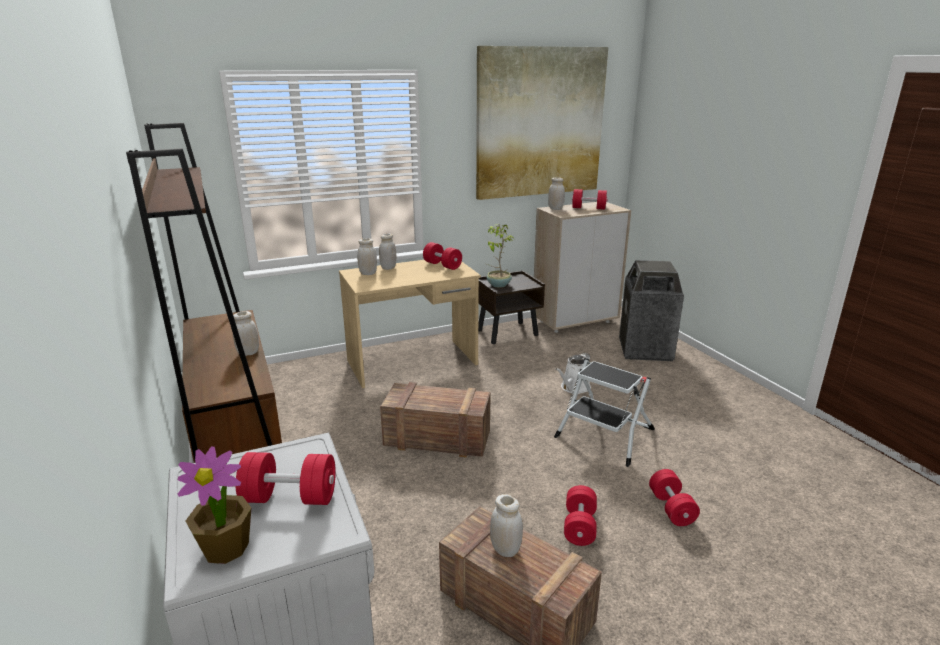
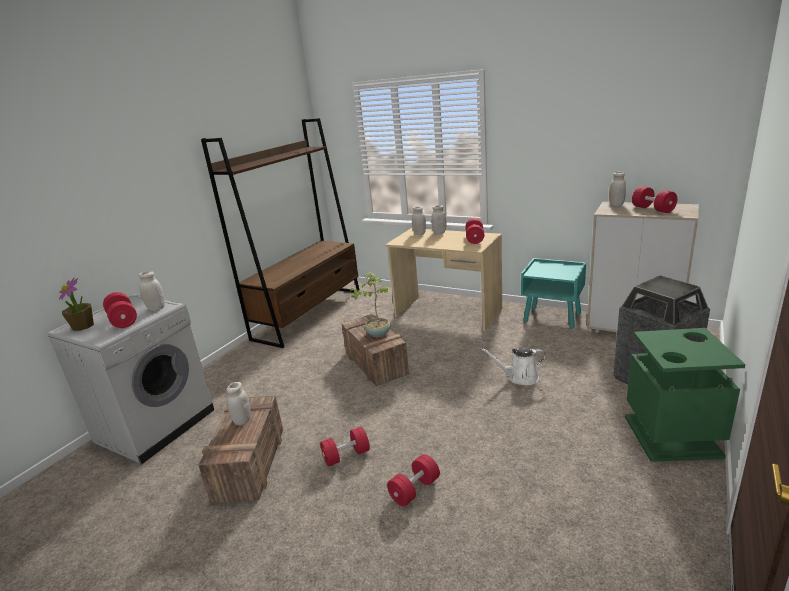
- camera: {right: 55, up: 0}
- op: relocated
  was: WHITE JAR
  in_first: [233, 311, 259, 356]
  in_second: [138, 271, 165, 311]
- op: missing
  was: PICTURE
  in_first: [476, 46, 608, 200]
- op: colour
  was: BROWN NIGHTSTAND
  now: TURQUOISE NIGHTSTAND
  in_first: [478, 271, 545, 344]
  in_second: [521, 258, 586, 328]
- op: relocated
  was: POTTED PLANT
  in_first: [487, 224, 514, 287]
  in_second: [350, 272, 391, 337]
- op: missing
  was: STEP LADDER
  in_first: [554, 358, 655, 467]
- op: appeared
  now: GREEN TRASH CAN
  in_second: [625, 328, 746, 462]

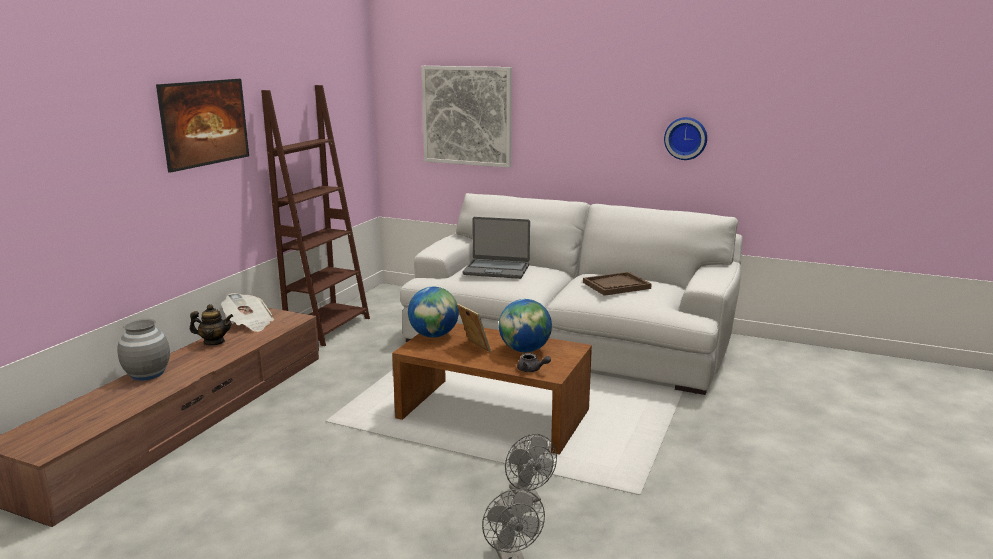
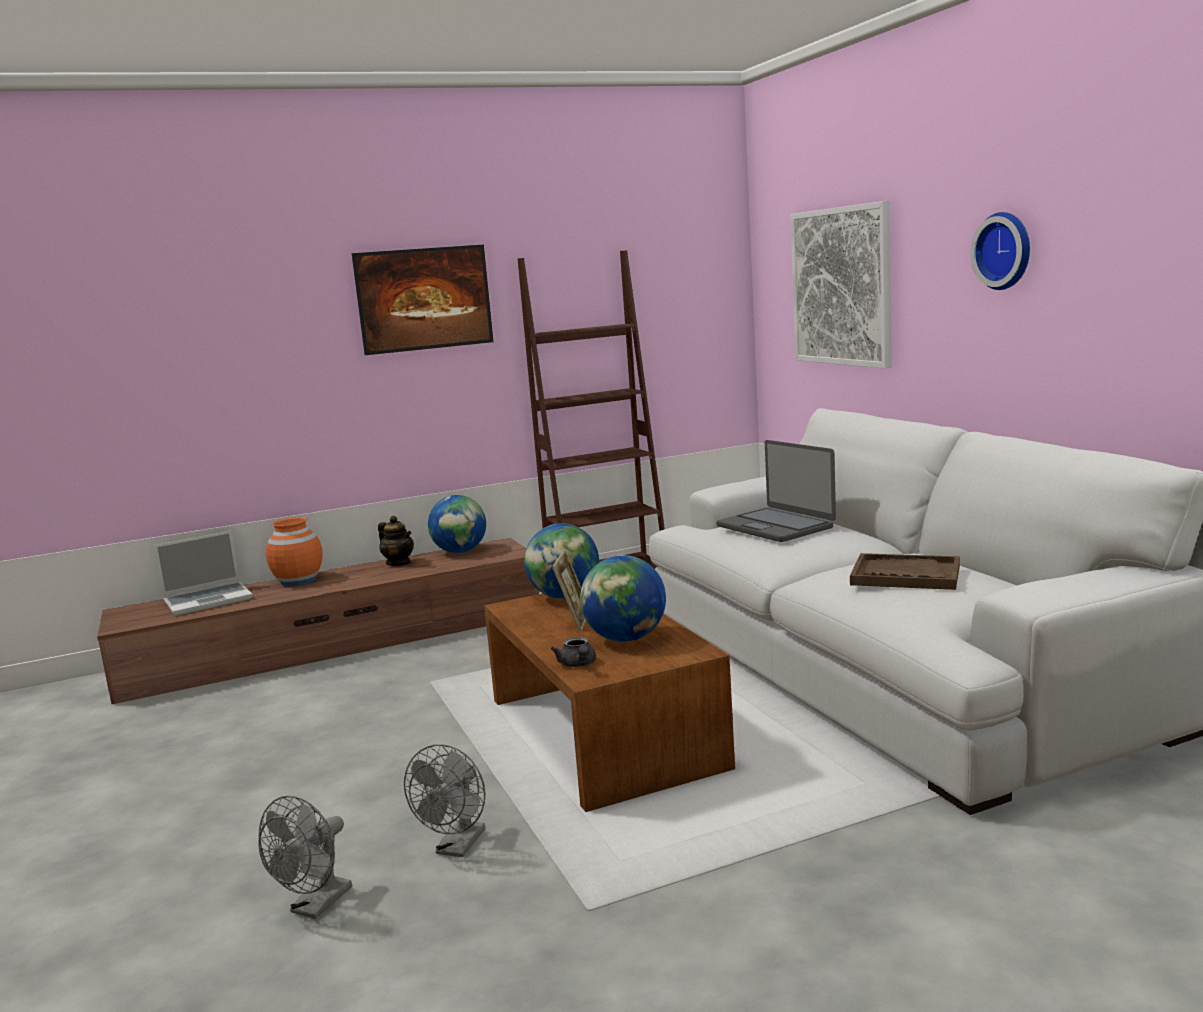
- camera: {right: 45, up: -5}
- op: colour
  was: GREY VASE
  now: ORANGE VASE
  in_first: [117, 319, 170, 381]
  in_second: [266, 517, 322, 586]
- op: exchanged
  was: NEWSPAPER
  now: GLOBE
  in_first: [221, 293, 274, 332]
  in_second: [428, 495, 486, 553]
- op: relocated
  was: WALL CLOCK
  in_first: [664, 117, 707, 160]
  in_second: [970, 212, 1030, 290]
- op: appeared
  now: LAPTOP
  in_second: [154, 531, 253, 616]

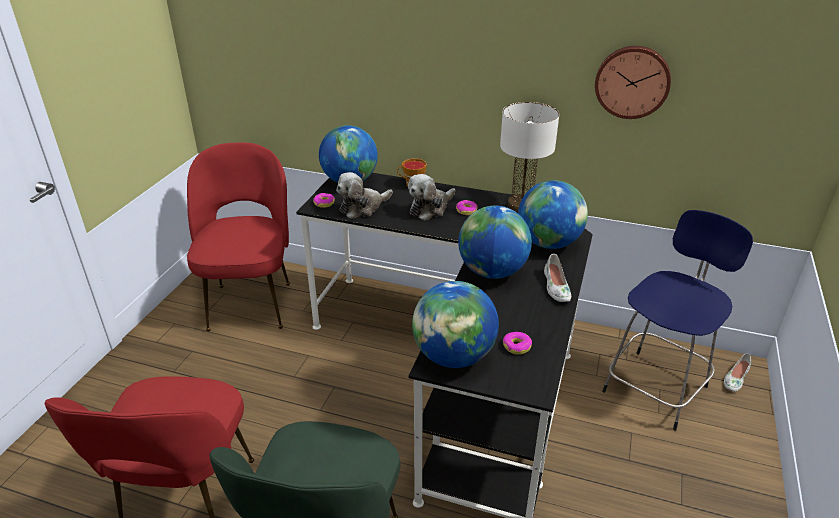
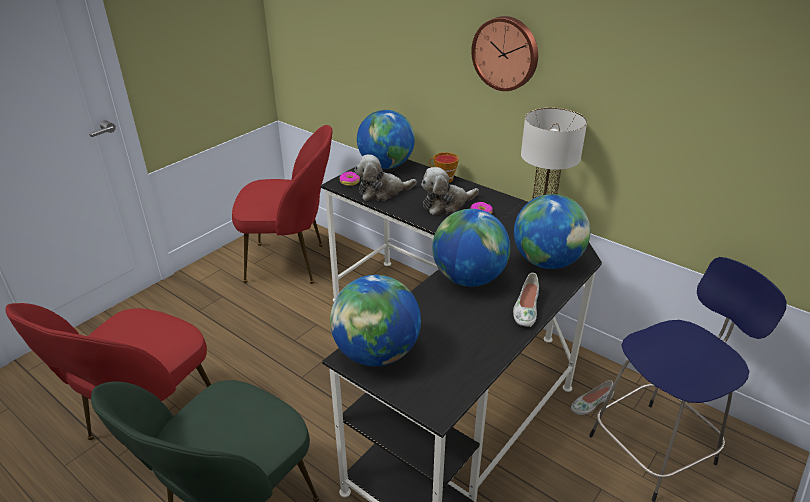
- camera: {right: 20, up: 0}
- op: spun
  was: RED CHAIR
  in_first: [187, 143, 290, 332]
  in_second: [232, 125, 333, 284]
  clockwise: 75
- op: missing
  was: DONUT
  in_first: [503, 332, 532, 355]
- op: relocated
  was: WALL CLOCK
  in_first: [595, 46, 671, 119]
  in_second: [471, 16, 538, 91]
- op: relocated
  was: WHITE SHOE
  in_first: [724, 353, 751, 392]
  in_second: [571, 380, 614, 415]

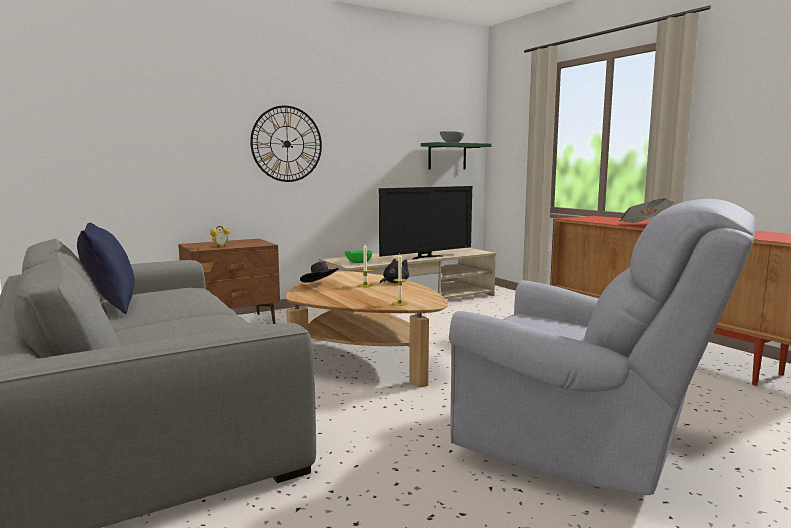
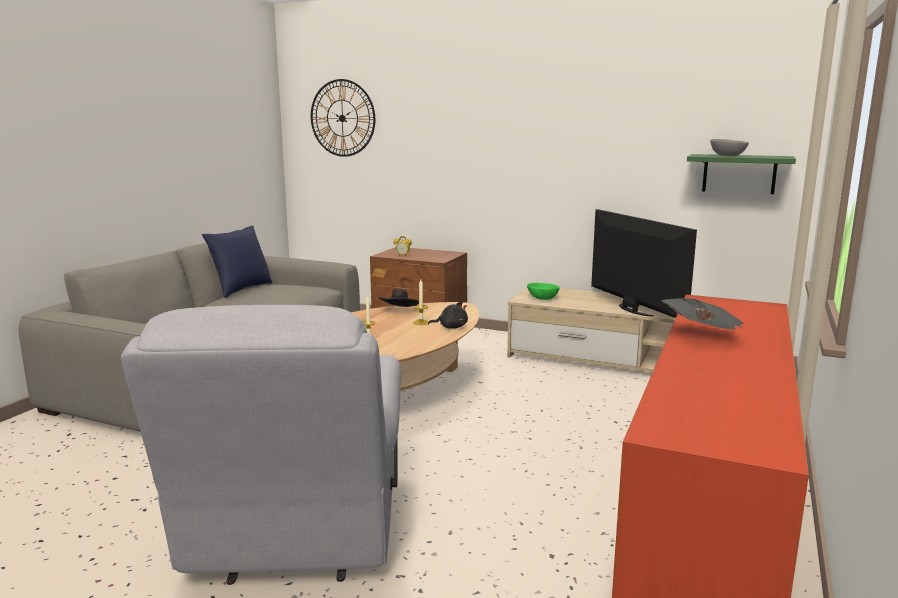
- camera: {right: 55, up: 5}
- op: relocated
  was: WALL CLOCK
  in_first: [250, 106, 322, 182]
  in_second: [311, 79, 375, 157]
- op: spun
  was: TELEVISION
  in_first: [379, 186, 472, 260]
  in_second: [591, 209, 697, 318]
  clockwise: -135

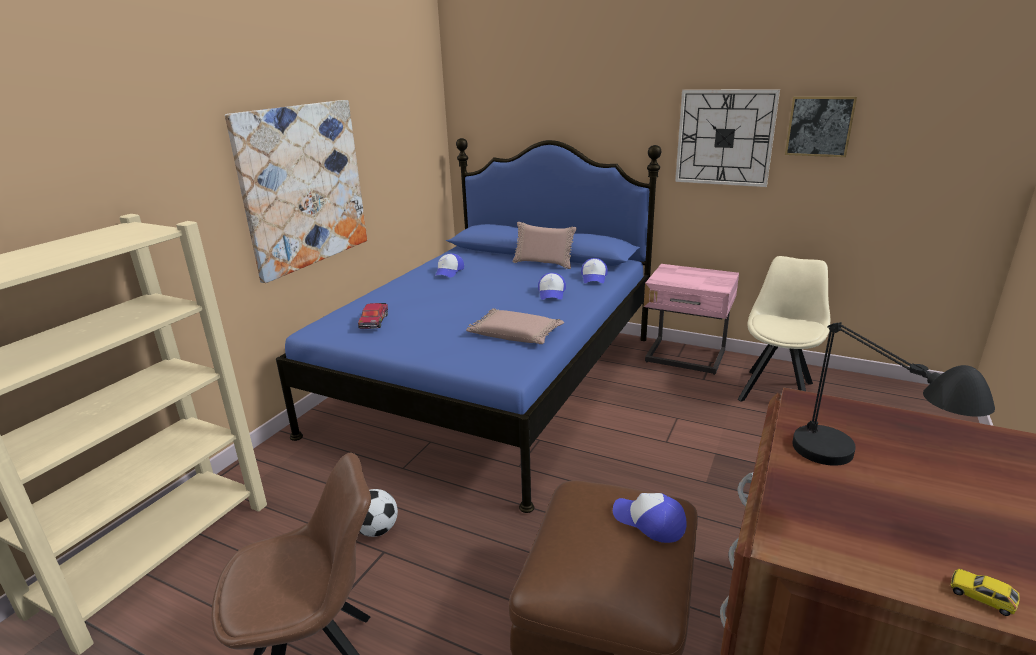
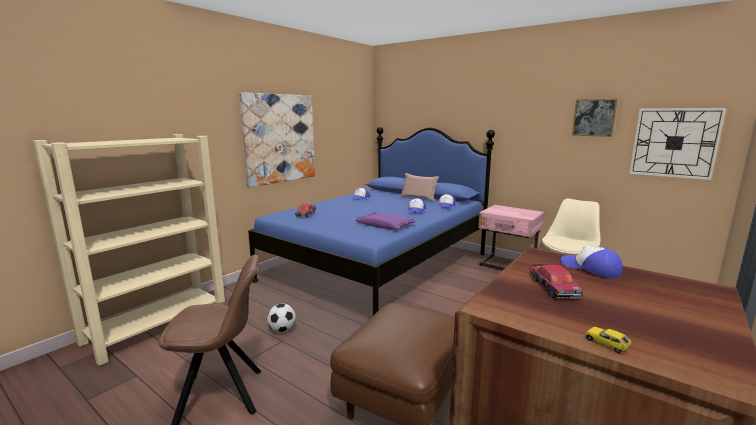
- camera: {right: 10, up: -10}
- op: colour
  was: BEIGE PILLOW
  now: PURPLE PILLOW
  in_first: [466, 308, 564, 344]
  in_second: [355, 212, 415, 230]
- op: relocated
  was: CAP
  in_first: [613, 493, 687, 543]
  in_second: [561, 246, 623, 278]
- op: relocated
  was: WALL CLOCK
  in_first: [675, 90, 780, 187]
  in_second: [629, 108, 727, 180]
- op: exchanged
  was: BLACK TABLE LAMP
  now: TOY CAR
  in_first: [792, 322, 995, 466]
  in_second: [530, 264, 583, 299]

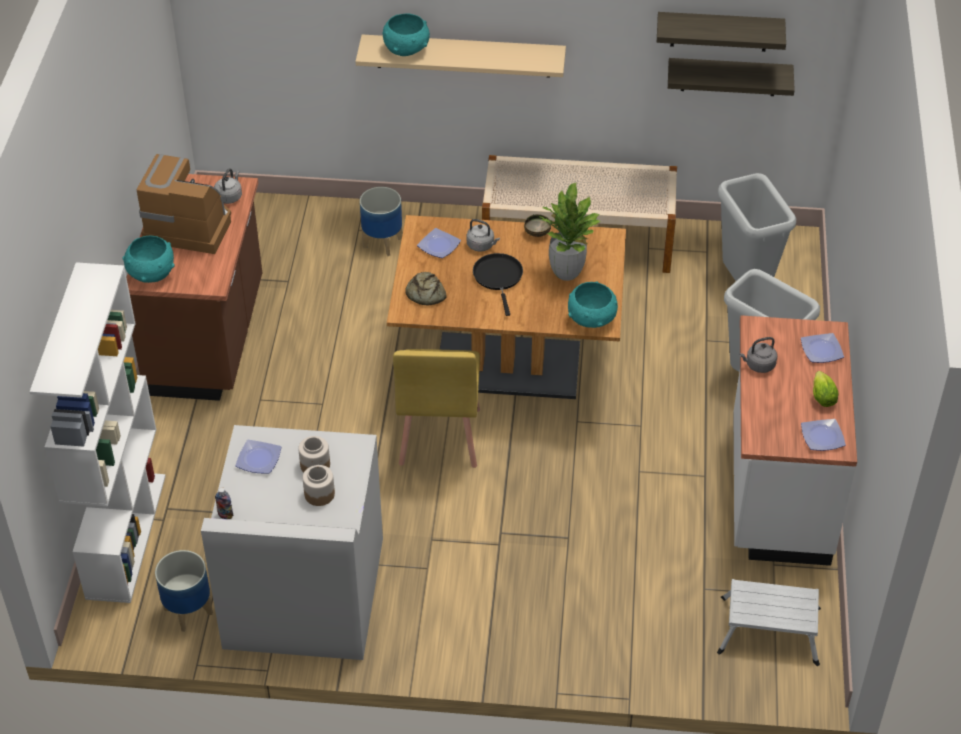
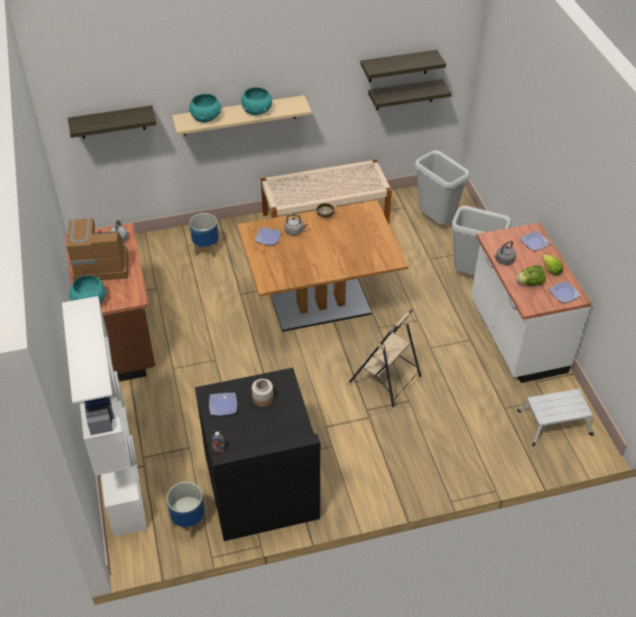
- camera: {right: -20, up: 0}
- op: colour
  was: WHITE WASHING MACHINE
  now: BLACK WASHING MACHINE
  in_first: [201, 425, 383, 660]
  in_second: [195, 368, 320, 541]
- op: missing
  was: JAR
  in_first: [303, 465, 335, 506]
- op: missing
  was: YELLOW CHAIR
  in_first: [393, 349, 480, 468]
- op: missing
  was: BREAD
  in_first: [405, 272, 447, 305]
- op: missing
  was: BLACK FRYING PAN
  in_first: [473, 253, 523, 316]
- op: missing
  was: POTTED PLANT
  in_first: [534, 182, 600, 281]
- op: relocated
  was: TURQUOISE BOWL
  in_first: [568, 281, 618, 328]
  in_second: [241, 87, 272, 115]
- op: appeared
  now: SHELF
  in_second: [68, 105, 157, 139]
- op: appeared
  now: BEIGE STEP LADDER
  in_second: [346, 309, 424, 412]
- op: appeared
  now: LETTUCE
  in_second: [516, 265, 546, 286]

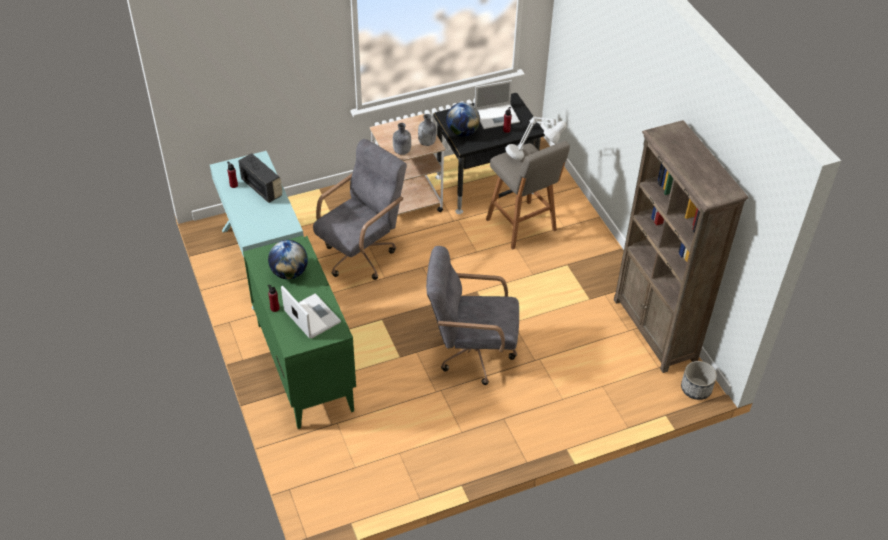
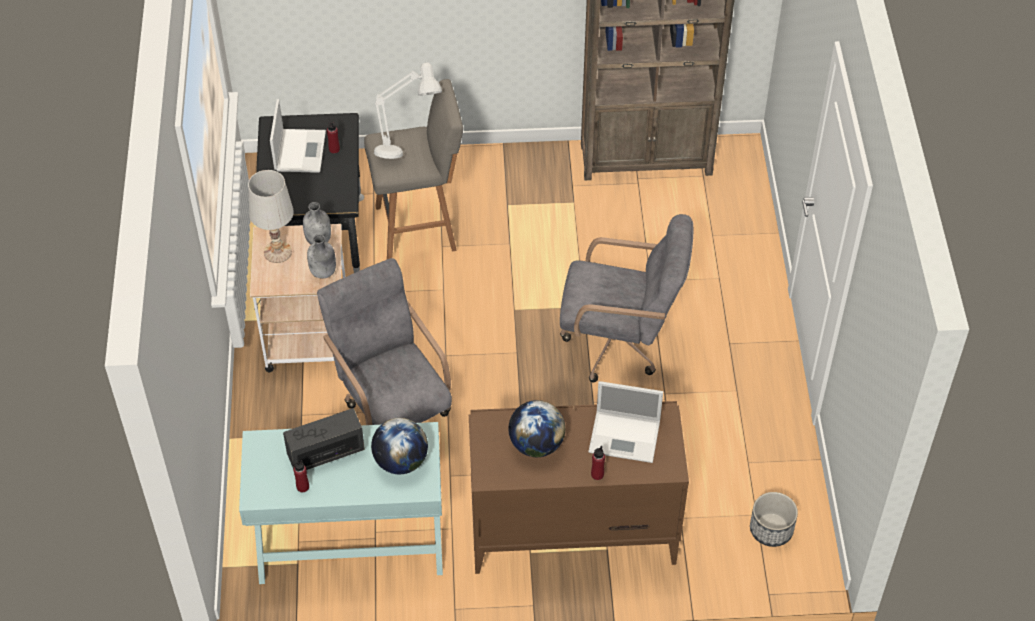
- camera: {right: -70, up: 5}
- op: colour
  was: GREEN CABINET
  now: BROWN CABINET
  in_first: [243, 236, 356, 429]
  in_second: [469, 401, 689, 574]
- op: spun
  was: LAPTOP
  in_first: [281, 286, 341, 339]
  in_second: [588, 381, 663, 463]
  clockwise: -150
- op: spun
  was: GREY OFFICE CHAIR
  in_first: [426, 246, 519, 385]
  in_second: [560, 214, 693, 382]
  clockwise: -105
- op: relocated
  was: GLOBE
  in_first: [446, 102, 480, 137]
  in_second: [371, 418, 428, 474]
- op: relocated
  was: PLANTER
  in_first: [681, 361, 717, 400]
  in_second: [750, 492, 798, 547]
- op: appeared
  now: WHITE TABLE LAMP
  in_second: [248, 170, 294, 263]

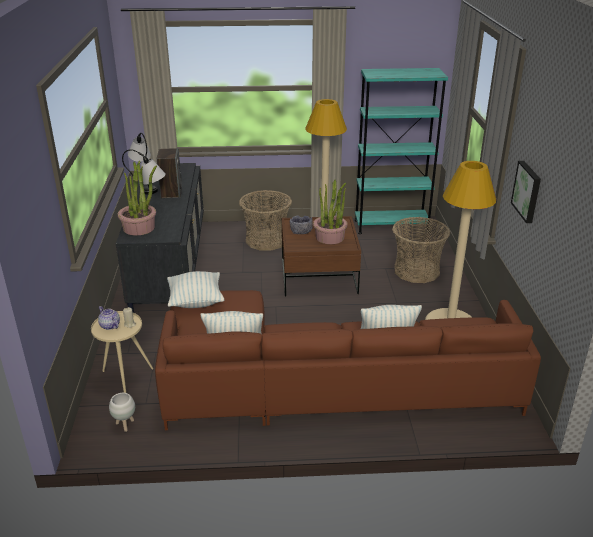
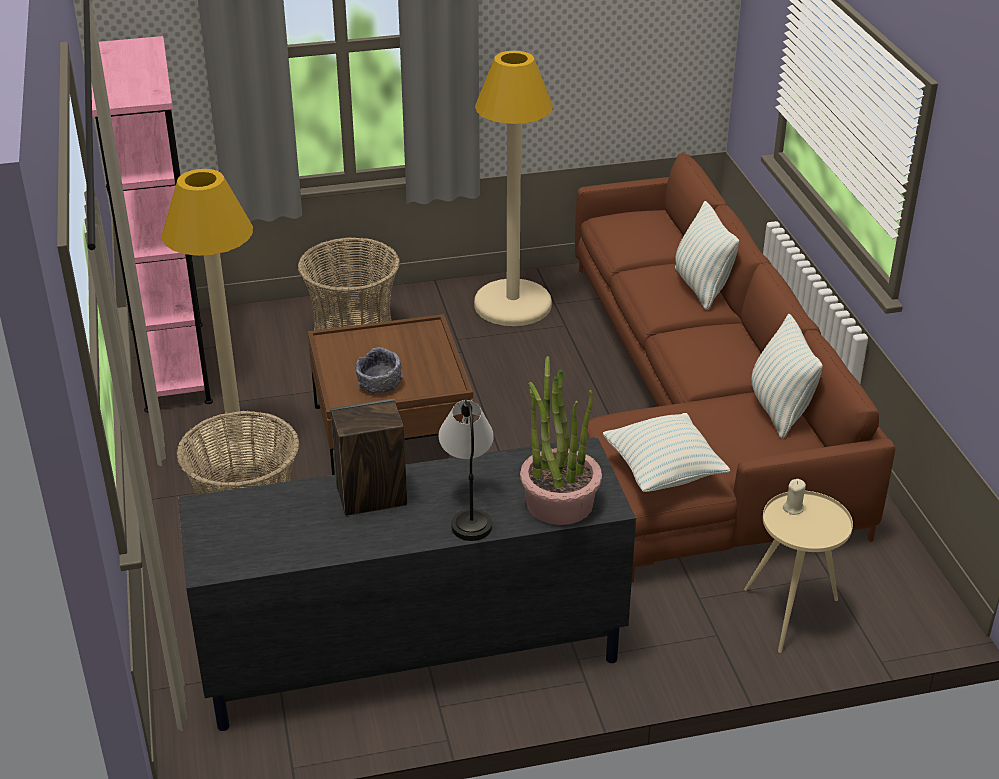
- camera: {right: -100, up: 5}
- op: missing
  was: TEAPOT
  in_first: [98, 306, 120, 330]
- op: missing
  was: WHITE PLANTER
  in_first: [109, 393, 135, 432]
- op: missing
  was: TABLE LAMP
  in_first: [128, 133, 158, 194]
- op: missing
  was: POTTED PLANT
  in_first: [313, 180, 347, 244]
- op: colour
  was: TURQUOISE BOOKCASE
  now: PINK BOOKCASE
  in_first: [355, 68, 448, 234]
  in_second: [91, 36, 213, 412]
- op: missing
  was: PICTURE
  in_first: [511, 161, 541, 223]

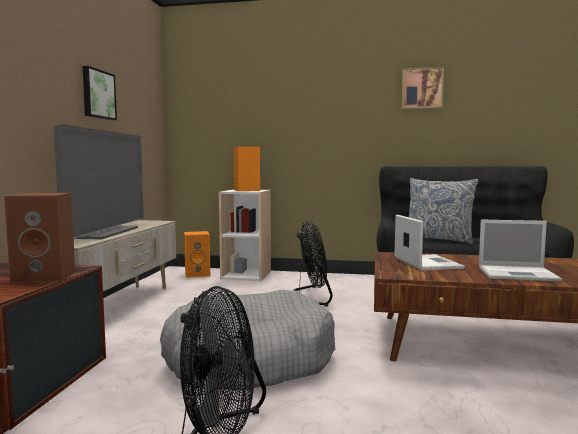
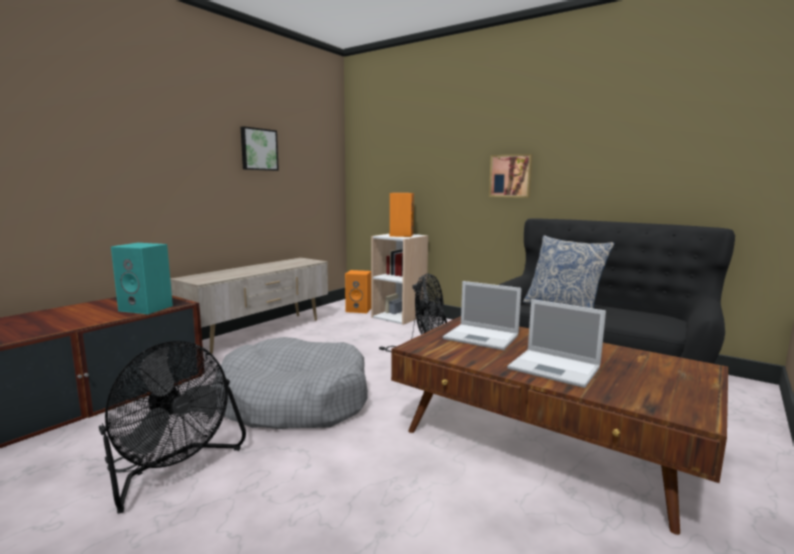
- camera: {right: 25, up: 5}
- op: colour
  was: BROWN SPEAKER
  now: TURQUOISE SPEAKER
  in_first: [4, 193, 75, 283]
  in_second: [111, 243, 173, 314]
- op: missing
  was: TELEVISION
  in_first: [54, 124, 144, 239]
- op: spun
  was: LAPTOP
  in_first: [394, 215, 465, 271]
  in_second: [443, 281, 522, 350]
  clockwise: 105
- op: relocated
  was: PICTURE
  in_first: [402, 67, 444, 109]
  in_second: [489, 154, 533, 198]

